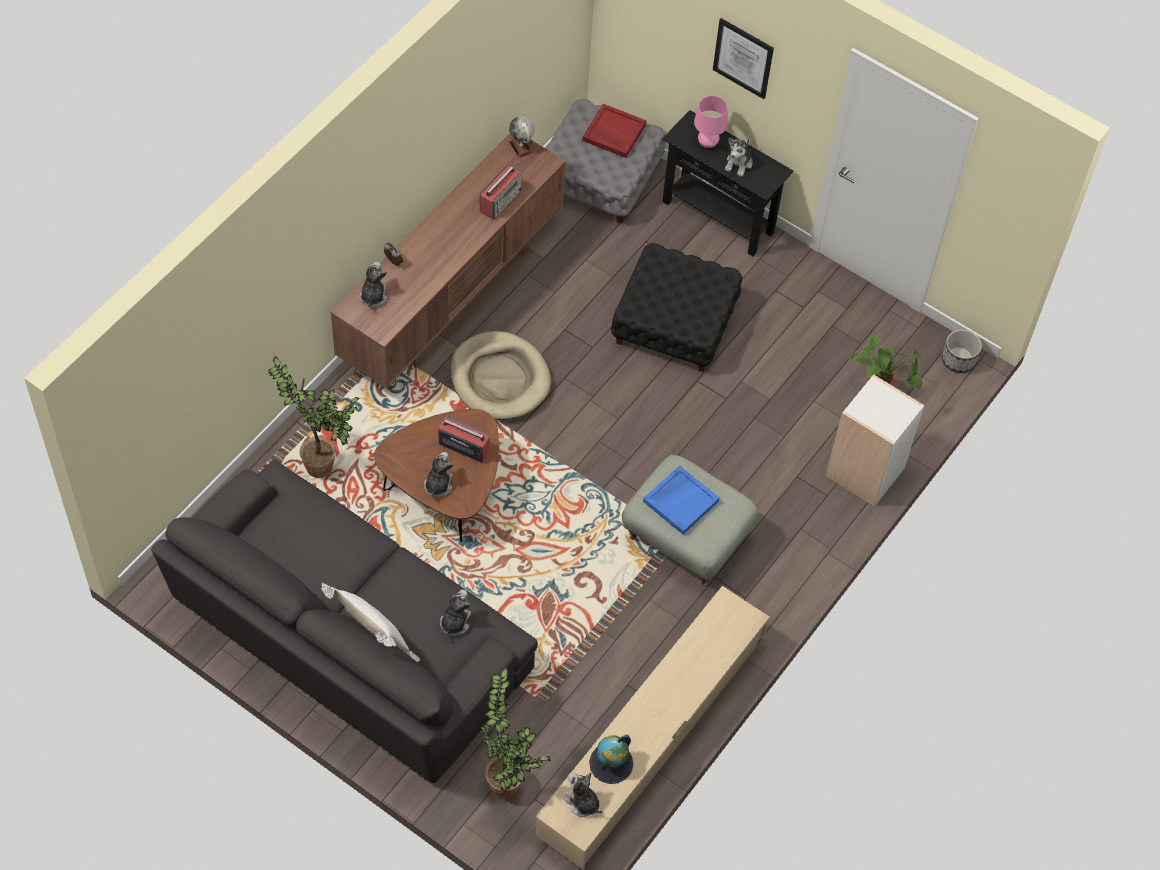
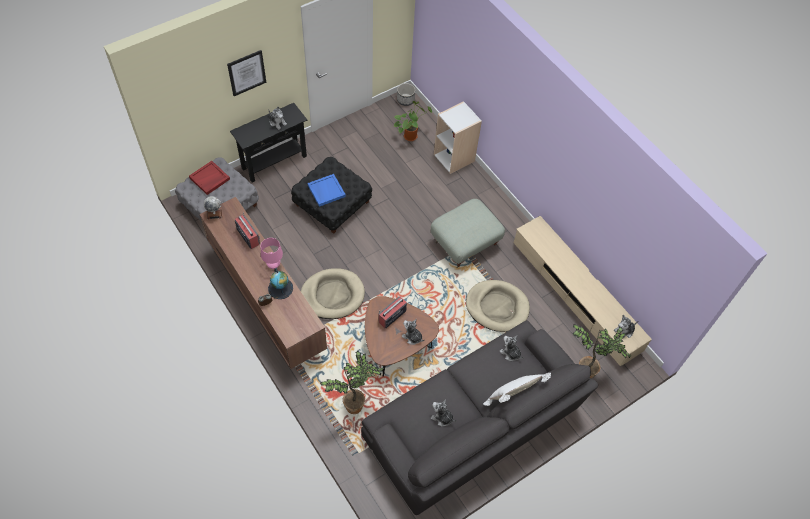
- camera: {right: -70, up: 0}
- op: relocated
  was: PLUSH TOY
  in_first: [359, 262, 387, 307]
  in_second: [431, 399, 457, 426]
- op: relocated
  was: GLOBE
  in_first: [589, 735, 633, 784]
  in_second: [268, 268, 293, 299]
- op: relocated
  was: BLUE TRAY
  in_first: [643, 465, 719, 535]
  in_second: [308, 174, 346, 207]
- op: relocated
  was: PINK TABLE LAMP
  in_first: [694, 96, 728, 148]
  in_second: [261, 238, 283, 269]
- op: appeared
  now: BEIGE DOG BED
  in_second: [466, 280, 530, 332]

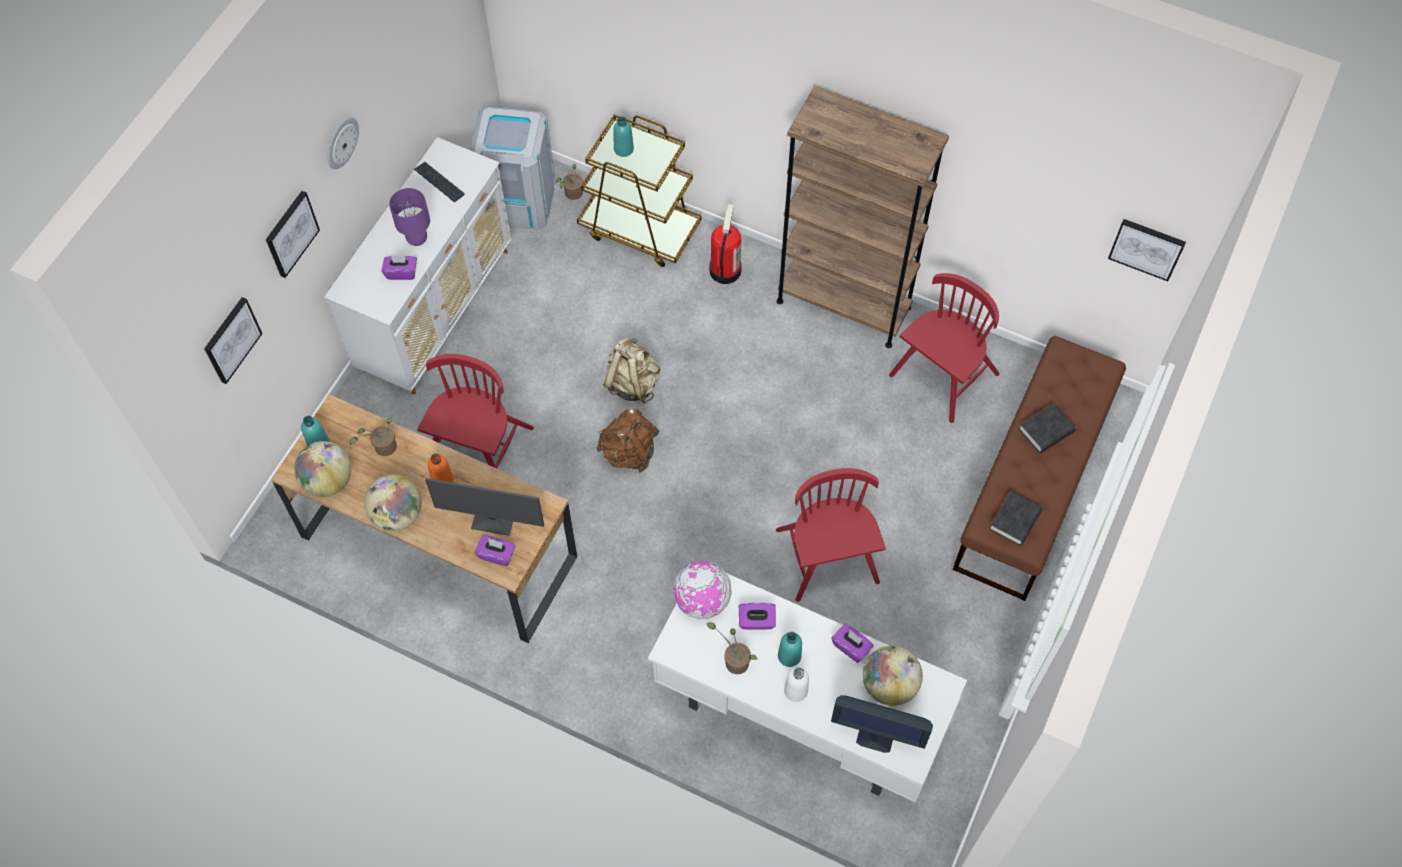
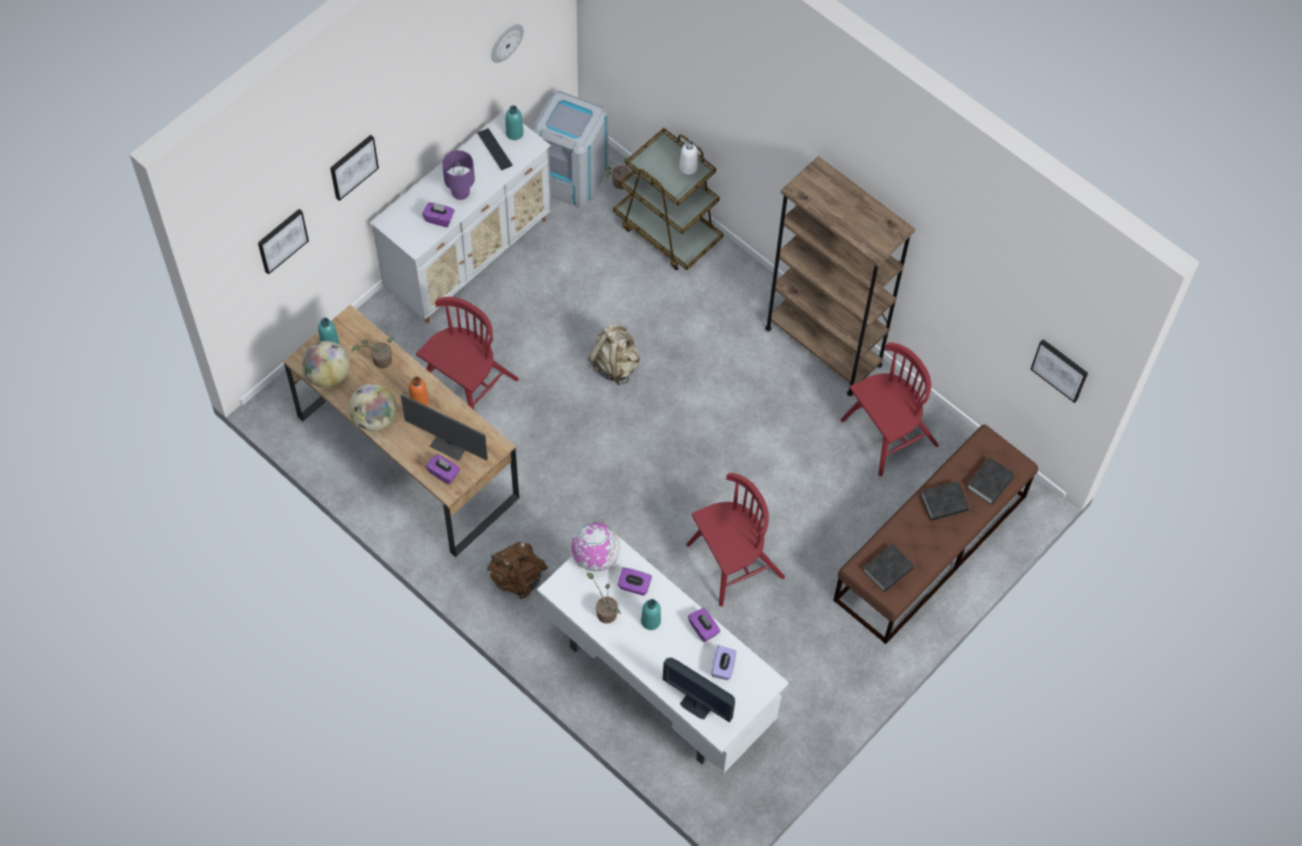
- camera: {right: 15, up: 0}
- op: relocated
  was: WALL CLOCK
  in_first: [327, 117, 359, 169]
  in_second: [491, 24, 524, 63]
- op: relocated
  was: BROWN BACKPACK
  in_first: [597, 409, 659, 472]
  in_second: [487, 542, 548, 599]
- op: relocated
  was: TURQUOISE BOTTLE
  in_first: [613, 116, 634, 157]
  in_second: [506, 105, 524, 140]
- op: missing
  was: FIRE EXTINGUISHER
  in_first: [709, 204, 742, 284]
- op: spun
  was: RED CHAIR
  in_first: [776, 468, 886, 602]
  in_second: [686, 473, 785, 607]
  clockwise: 60
- op: relocated
  was: WHITE BOTTLE
  in_first: [784, 667, 809, 702]
  in_second: [680, 141, 698, 175]
- op: exchanged
  was: GLOBE
  now: PURPLE TISSUE BOX
  in_first: [862, 645, 923, 706]
  in_second: [711, 645, 736, 680]
- op: appeared
  now: BLACK BOOK
  in_second: [967, 457, 1015, 505]

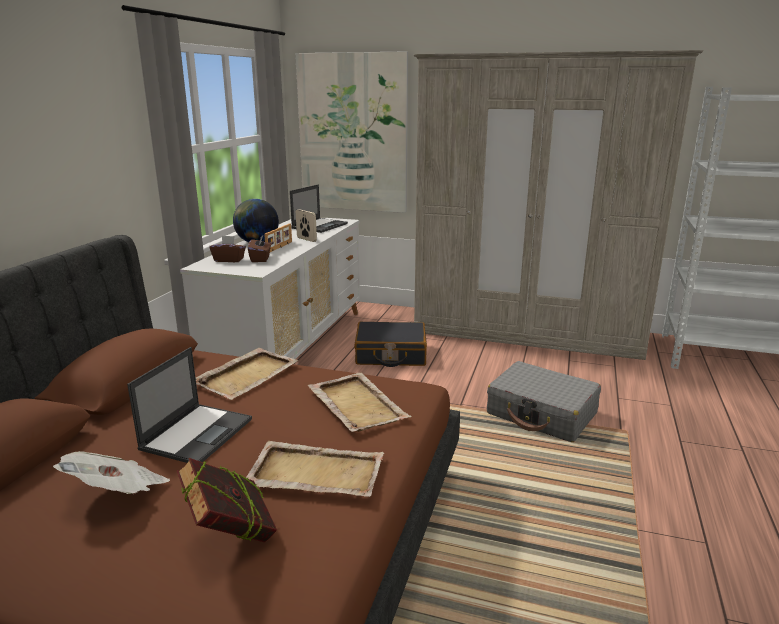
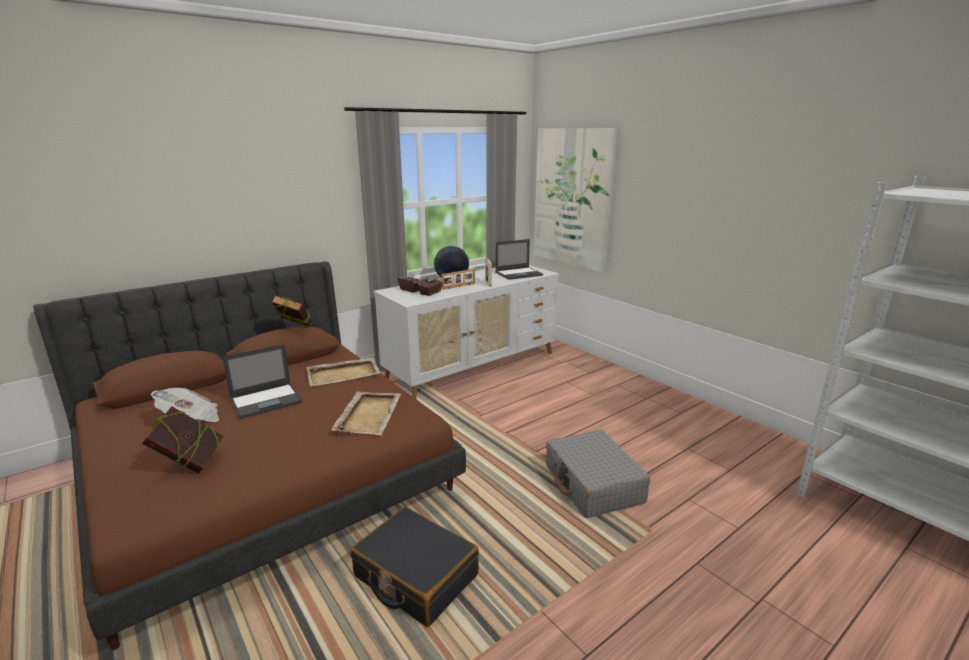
- camera: {right: 35, up: 0}
- op: missing
  was: BEIGE TRAY
  in_first: [246, 441, 384, 497]
- op: relocated
  was: BLACK SUITCASE
  in_first: [355, 322, 427, 367]
  in_second: [350, 507, 479, 627]
- op: missing
  was: BEIGE WARDROBE
  in_first: [414, 50, 703, 360]
- op: appeared
  now: BOOK
  in_second: [271, 295, 312, 326]

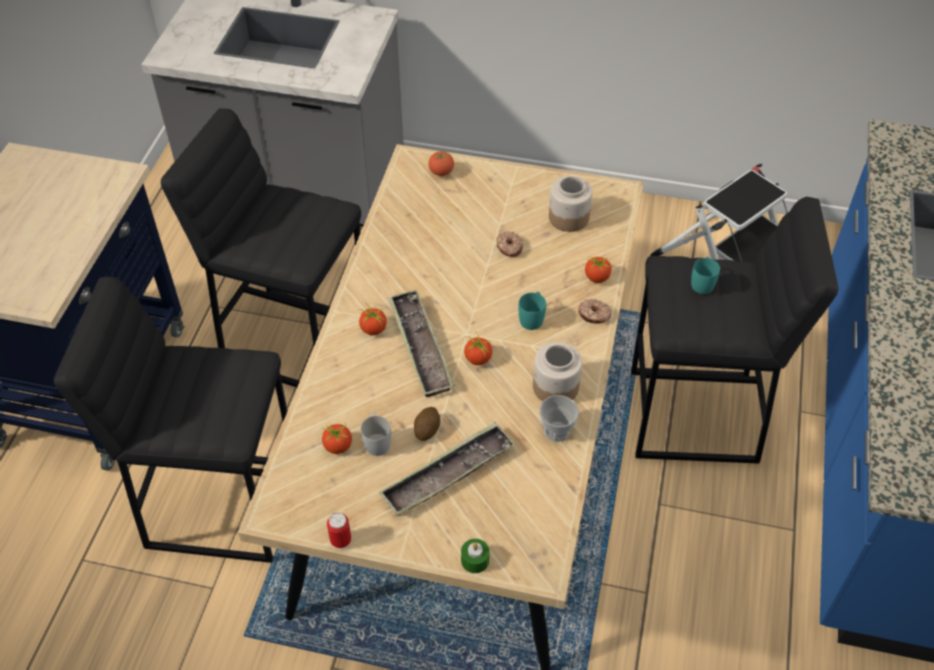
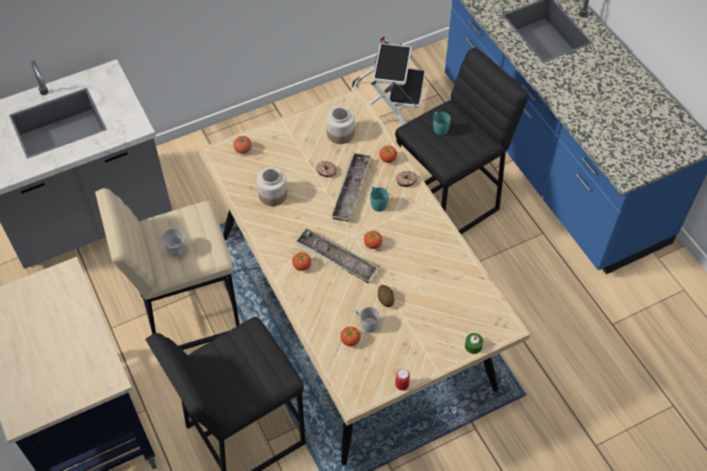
- camera: {right: -40, up: 5}
- op: colour
  was: BLACK STOOL
  now: BEIGE STOOL
  in_first: [161, 108, 361, 387]
  in_second: [95, 188, 240, 350]
- op: relocated
  was: TRAY
  in_first: [379, 422, 515, 516]
  in_second: [331, 152, 371, 222]
- op: relocated
  was: JAR
  in_first: [533, 342, 582, 401]
  in_second: [257, 167, 287, 206]
- op: relocated
  was: CUP
  in_first: [539, 395, 579, 442]
  in_second: [161, 228, 186, 257]

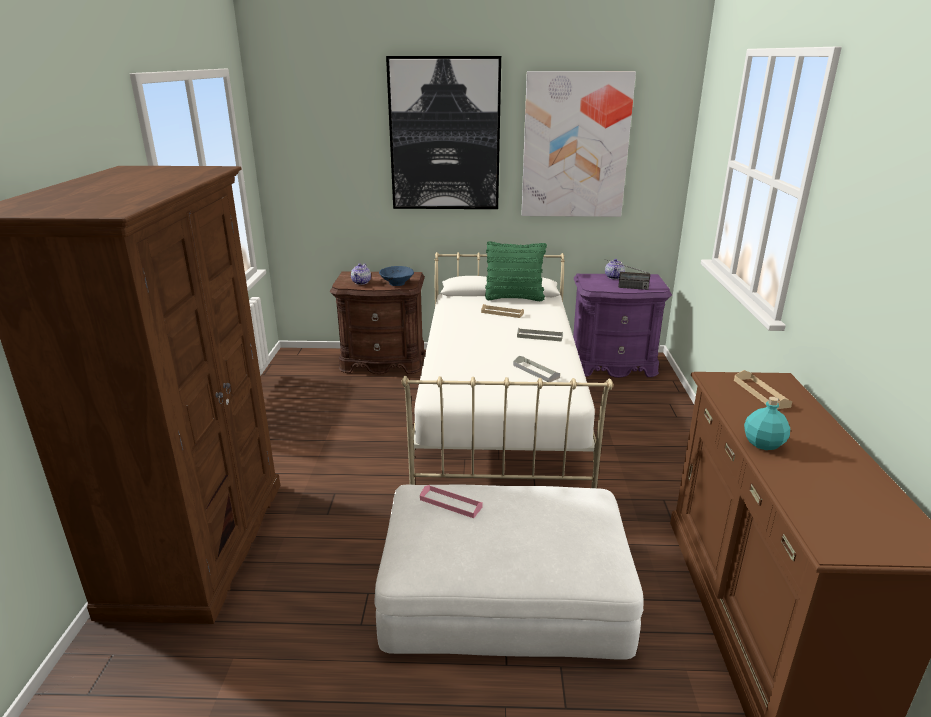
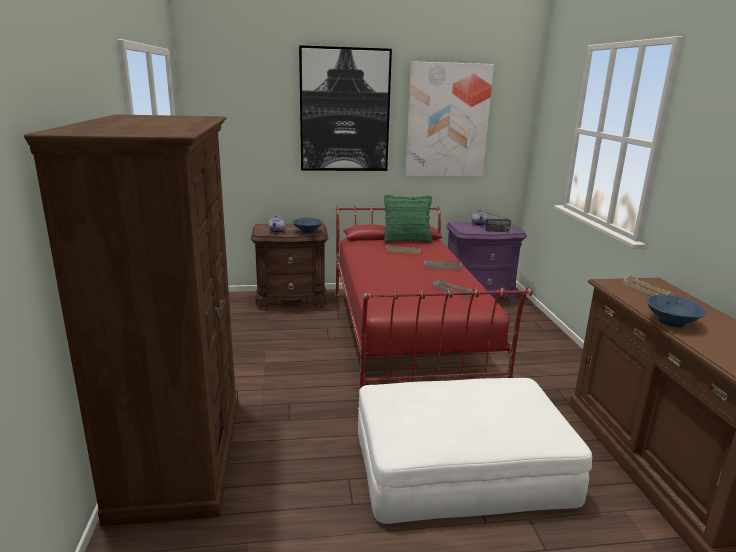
- camera: {right: -10, up: -5}
- op: colour
  was: WHITE BED
  now: RED BED
  in_first: [401, 252, 613, 488]
  in_second: [335, 206, 533, 410]
- op: missing
  was: PINK TRAY
  in_first: [420, 485, 483, 518]
- op: exchanged
  was: TURQUOISE BOTTLE
  now: BLUE BOWL
  in_first: [744, 397, 790, 450]
  in_second: [646, 295, 706, 327]

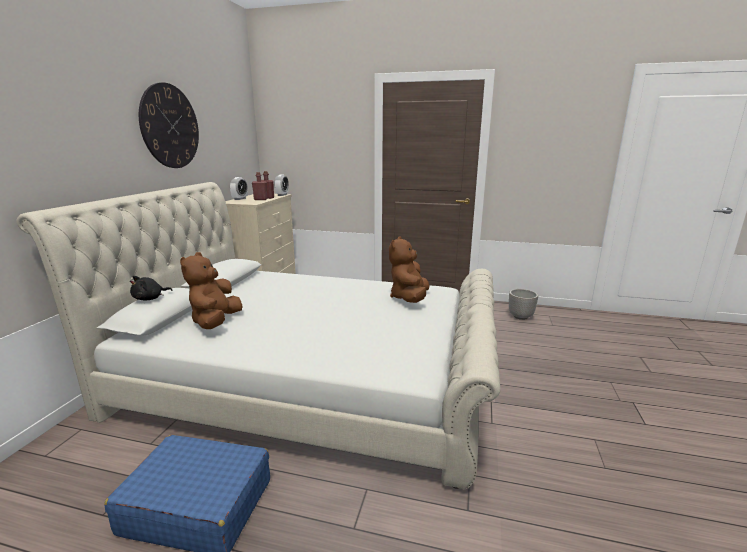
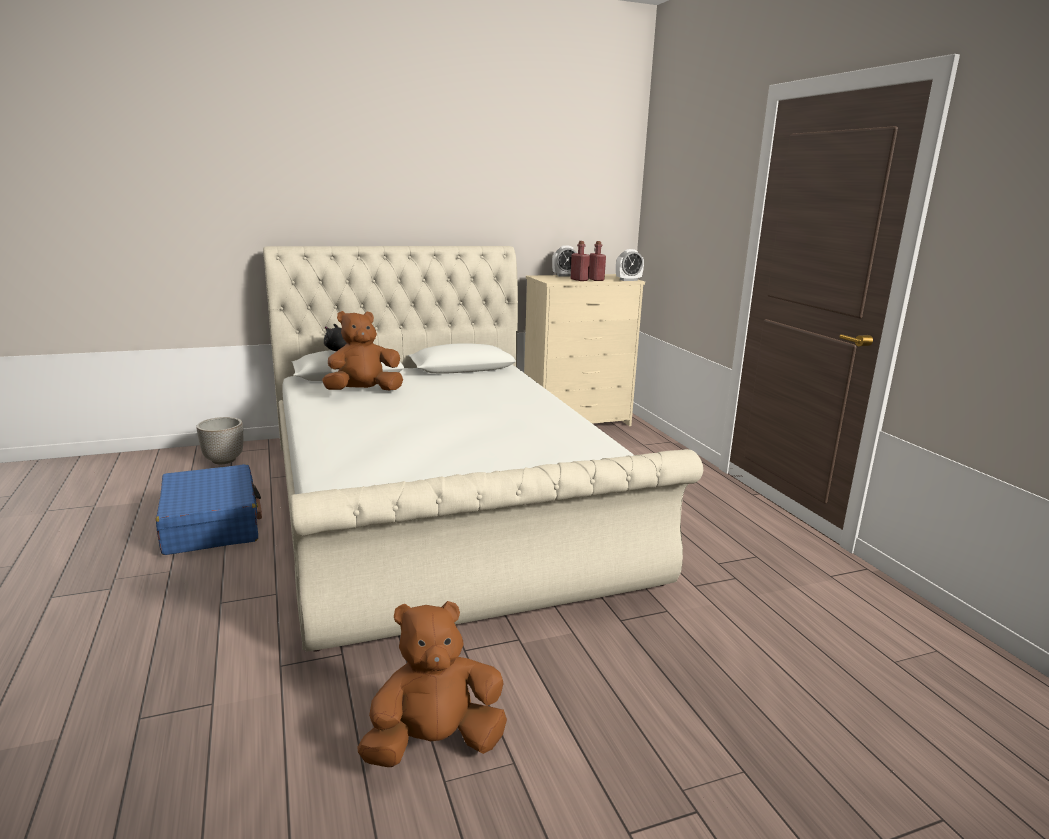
- camera: {right: 55, up: 0}
- op: missing
  was: WALL CLOCK
  in_first: [139, 82, 199, 168]
- op: relocated
  was: BROWN PLUSH TOY
  in_first: [389, 237, 430, 303]
  in_second: [357, 601, 507, 767]
- op: relocated
  was: PLANTER
  in_first: [509, 289, 538, 320]
  in_second: [196, 417, 243, 464]

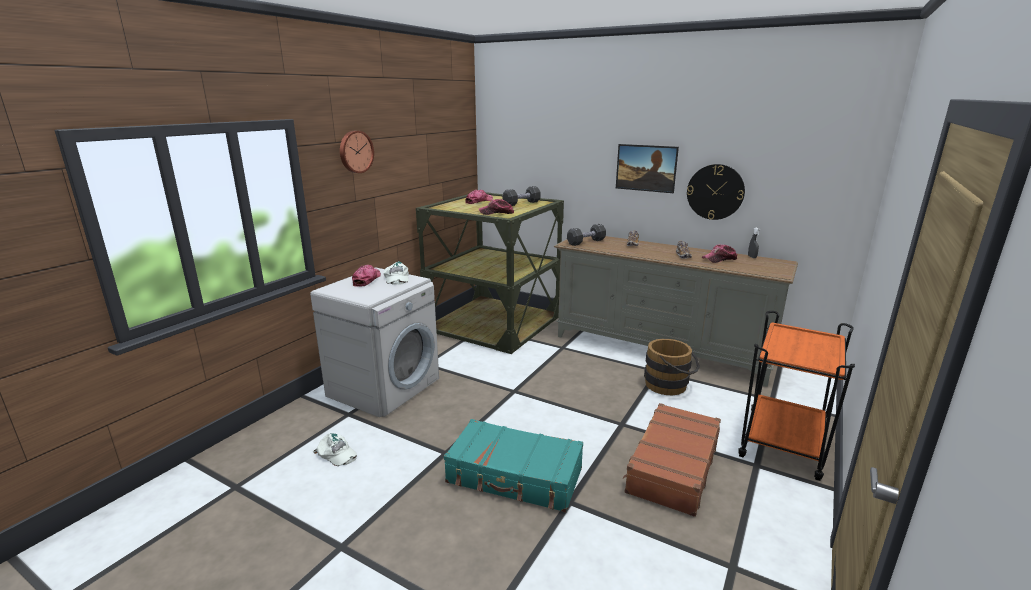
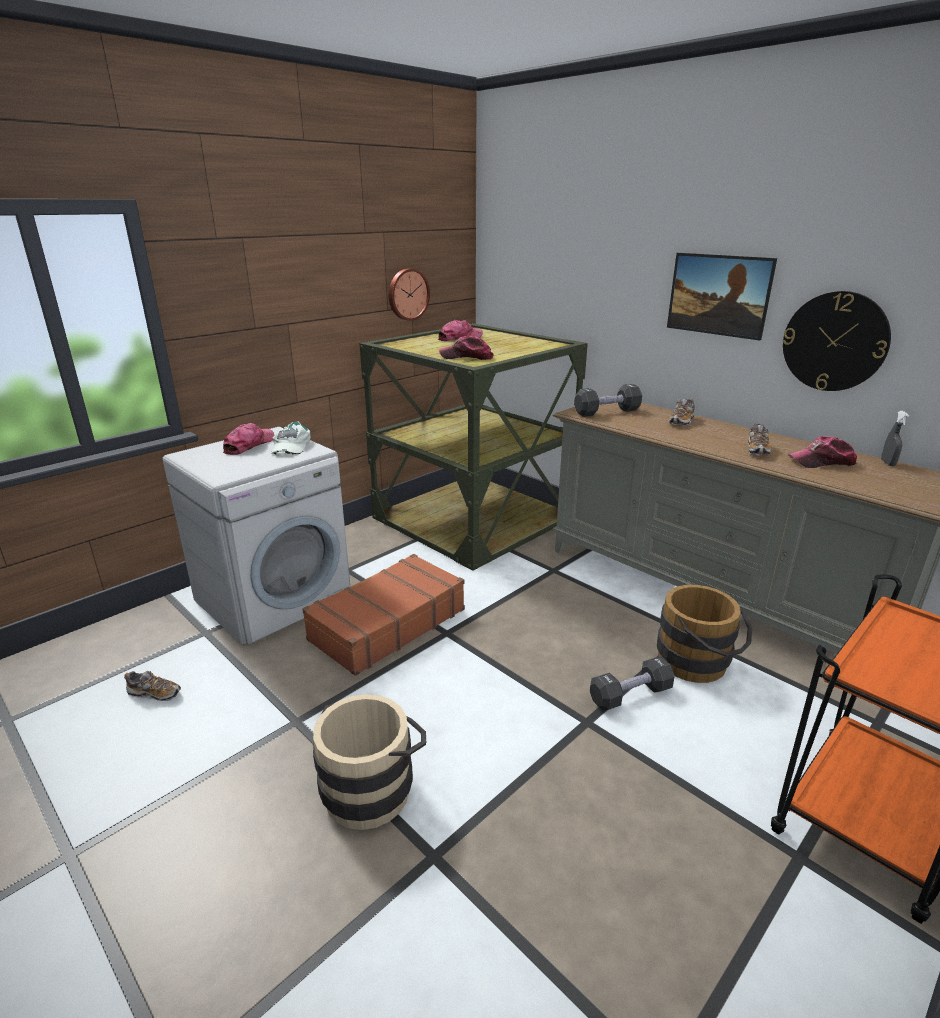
- camera: {right: 15, up: 5}
- op: exchanged
  was: WHITE CAP
  now: SHOE
  in_first: [313, 433, 357, 466]
  in_second: [124, 671, 181, 701]
- op: relocated
  was: WALL CLOCK
  in_first: [340, 131, 374, 173]
  in_second: [389, 269, 430, 321]
- op: exchanged
  was: TURQUOISE SUITCASE
  now: BEIGE BUCKET
  in_first: [444, 419, 583, 512]
  in_second: [313, 694, 426, 830]
- op: relocated
  was: BLACK DUMBBELL
  in_first: [503, 186, 541, 206]
  in_second: [590, 656, 674, 710]
- op: relocated
  was: BROWN SUITCASE
  in_first: [623, 403, 721, 517]
  in_second: [302, 554, 465, 676]

